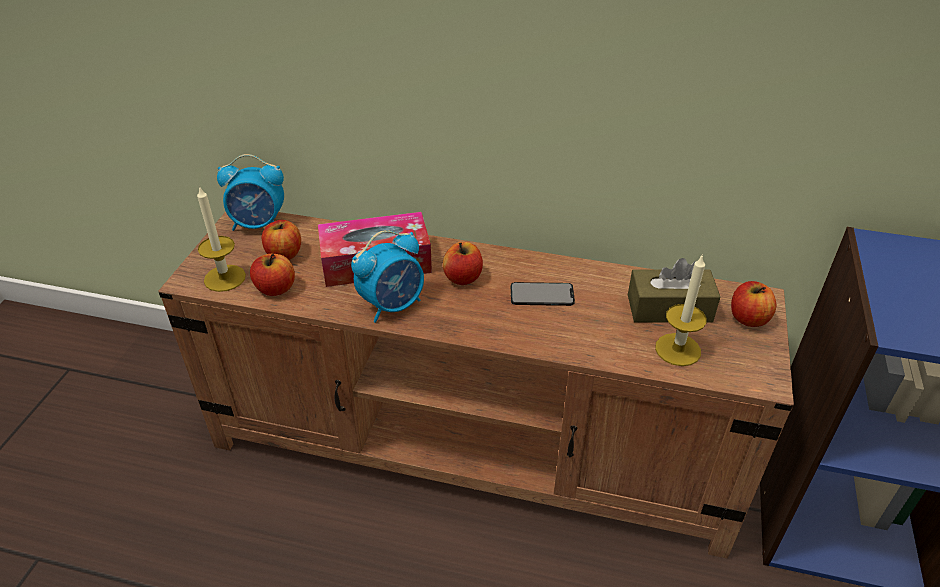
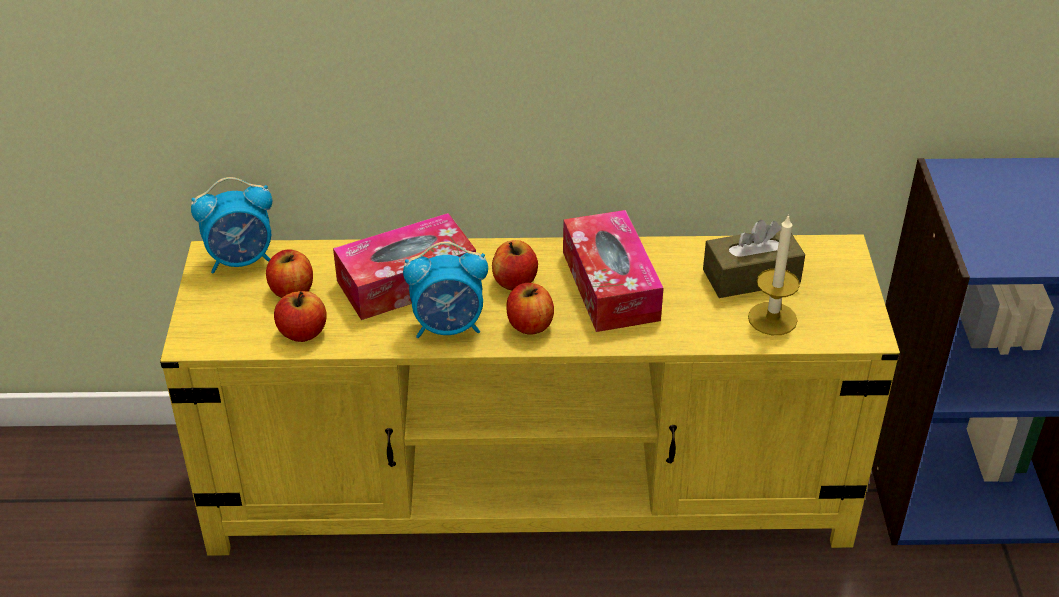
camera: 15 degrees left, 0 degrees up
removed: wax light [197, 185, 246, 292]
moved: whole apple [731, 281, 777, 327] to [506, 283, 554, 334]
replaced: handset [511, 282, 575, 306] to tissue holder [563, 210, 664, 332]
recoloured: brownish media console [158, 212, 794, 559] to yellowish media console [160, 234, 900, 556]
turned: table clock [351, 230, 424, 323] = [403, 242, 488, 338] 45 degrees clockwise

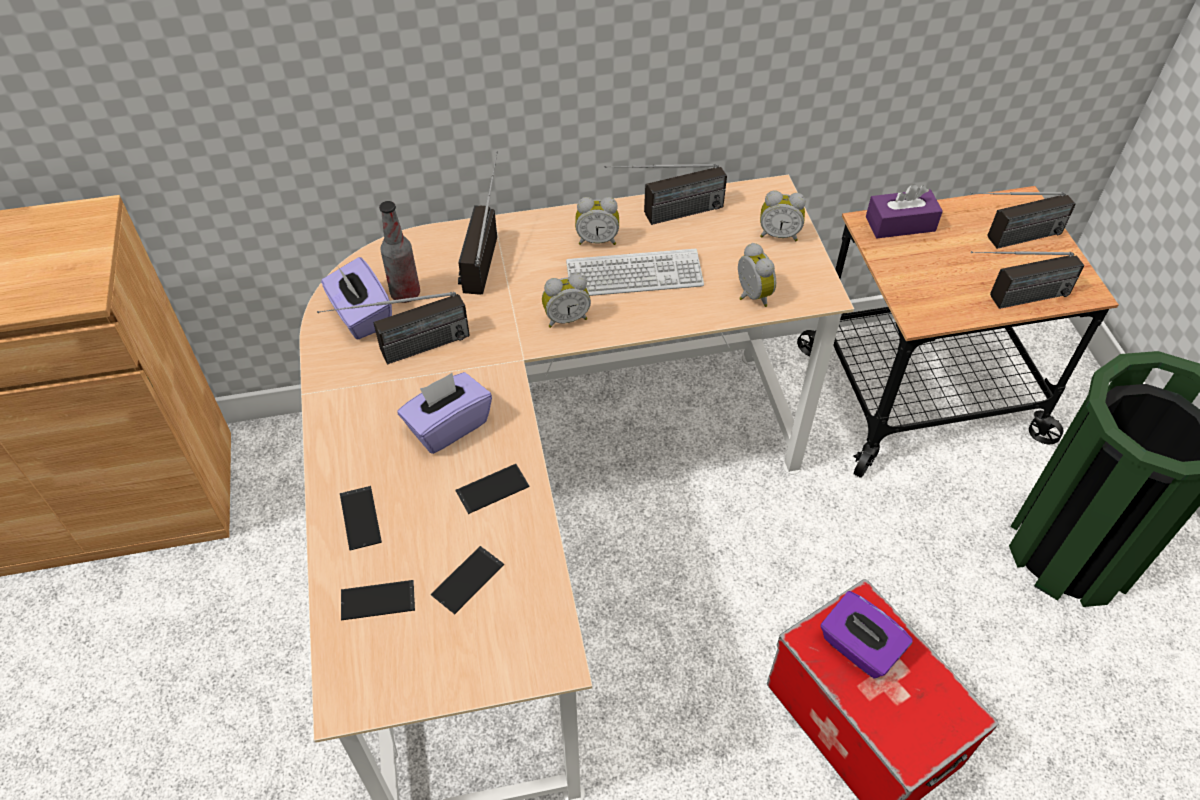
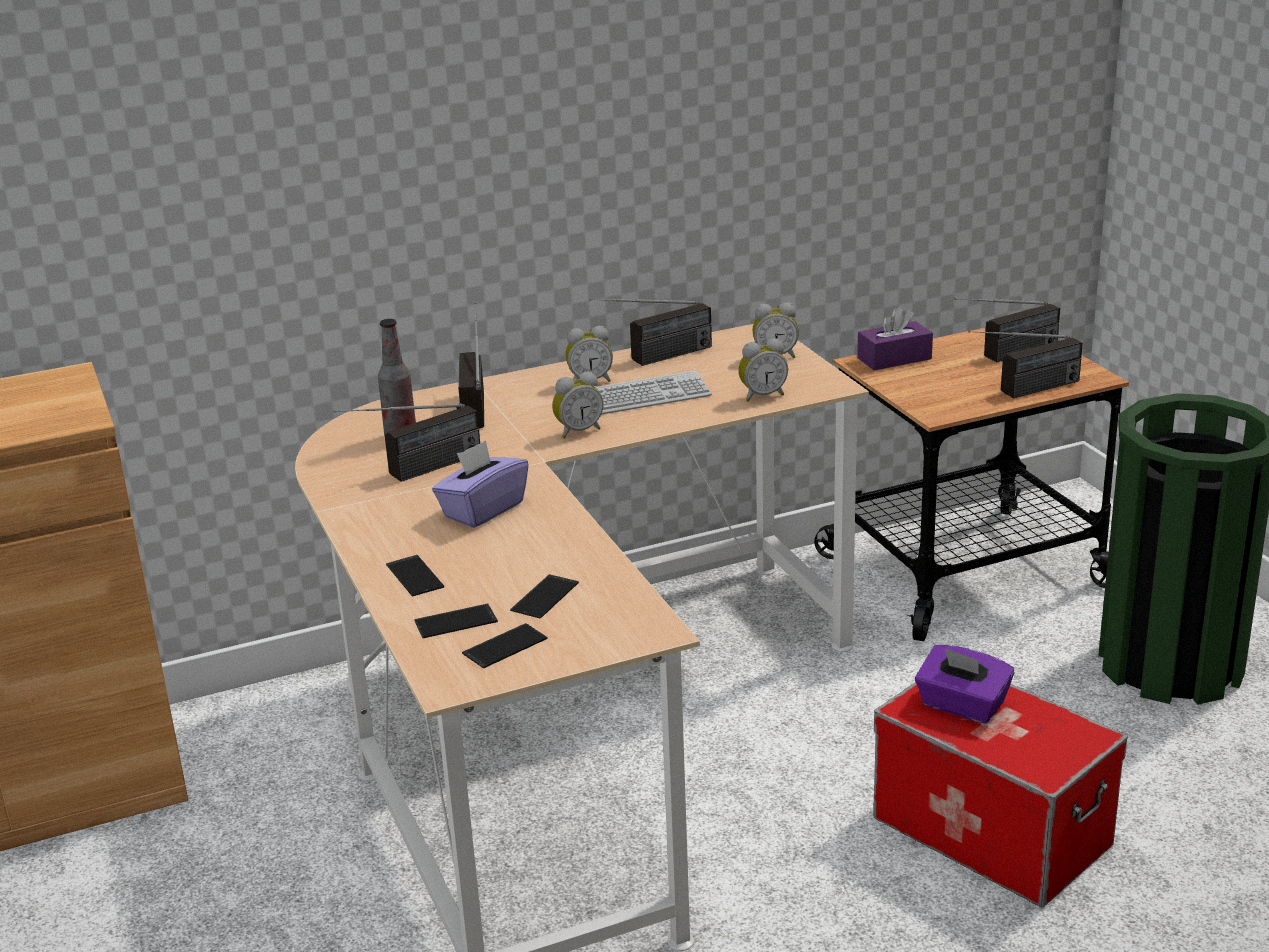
camera: 10 degrees left, 25 degrees down
removed: purple-coloured tissue holder [321, 257, 392, 340]
moved: handset [456, 464, 530, 514] to [462, 623, 548, 669]
turned: table clock [738, 243, 776, 307] = [738, 338, 788, 402] 105 degrees clockwise

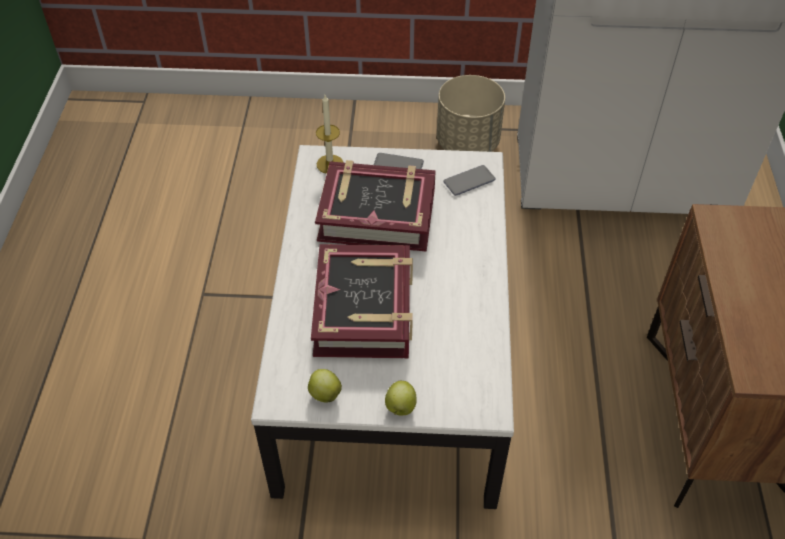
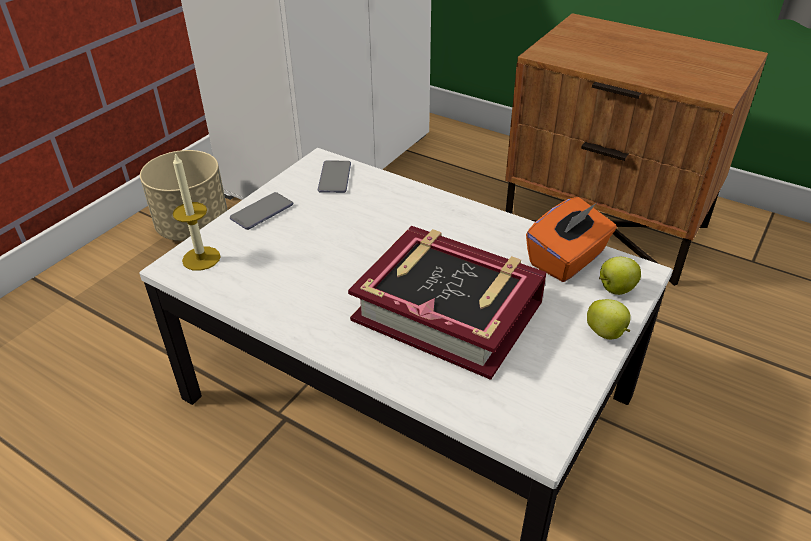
camera: 60 degrees left, 10 degrees down
removed: volume [315, 160, 436, 252]
added: orange tissue holder [526, 197, 617, 282]
moved: whole apple [308, 369, 342, 402] to [599, 257, 641, 295]

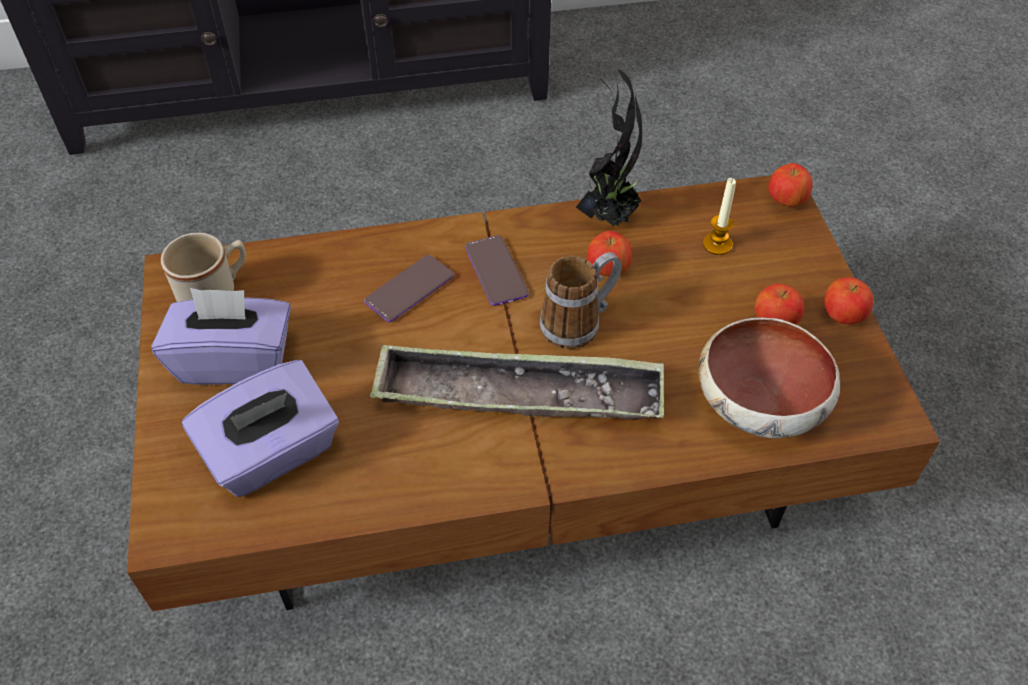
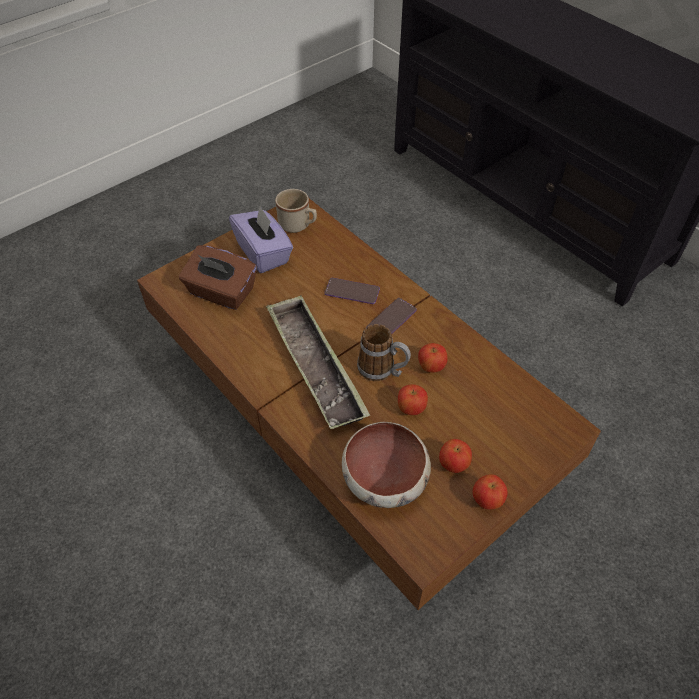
camera: 60 degrees right, 0 degrees up
removed: potted plant [576, 68, 642, 226]; wax light [703, 178, 736, 255]
moved: whole apple [768, 163, 813, 207] to [398, 384, 428, 415]
recoloured: purple-coloured tissue holder [182, 360, 339, 497] to brownish tissue holder [179, 245, 257, 310]

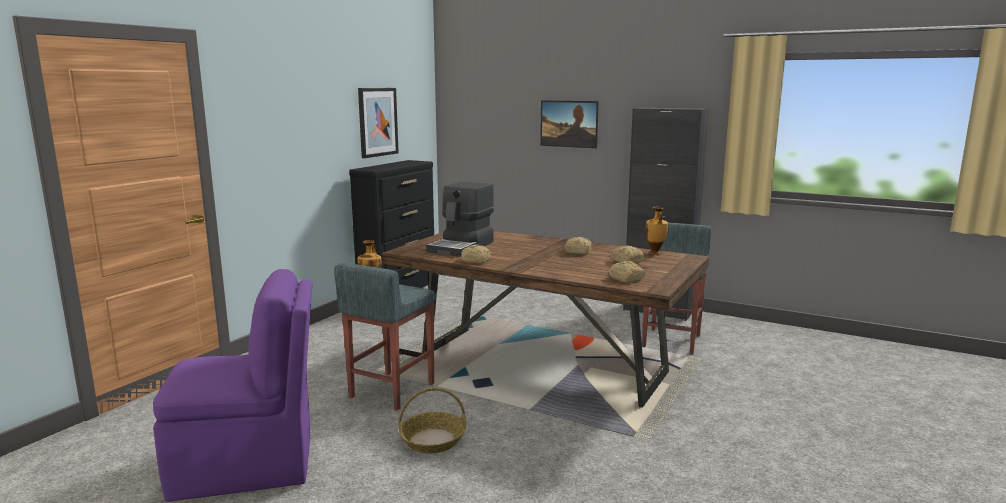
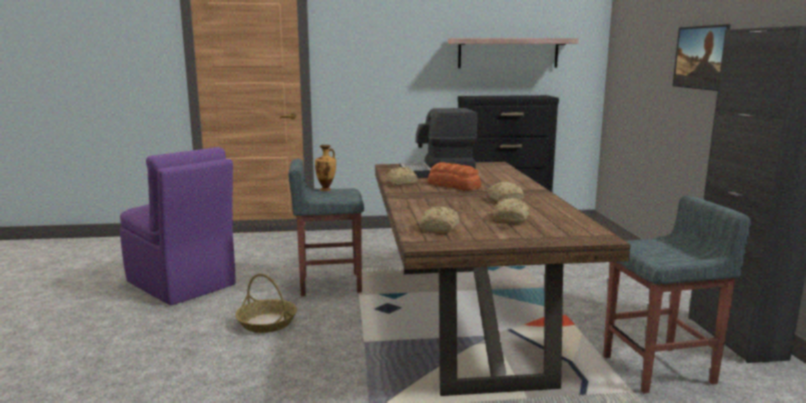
camera: 55 degrees right, 0 degrees up
removed: flower vase [646, 207, 668, 255]
added: baked bread [428, 162, 481, 190]
replaced: wall picture [358, 88, 399, 158] to wall shelf [448, 38, 579, 68]

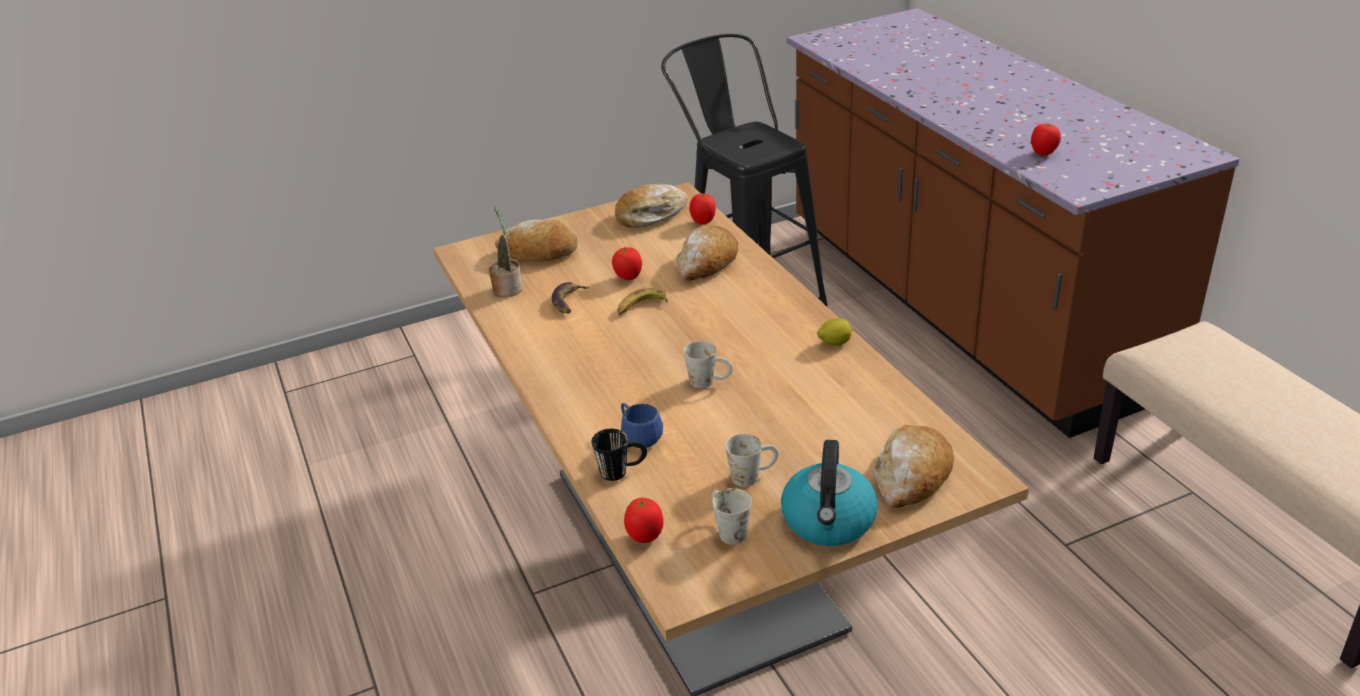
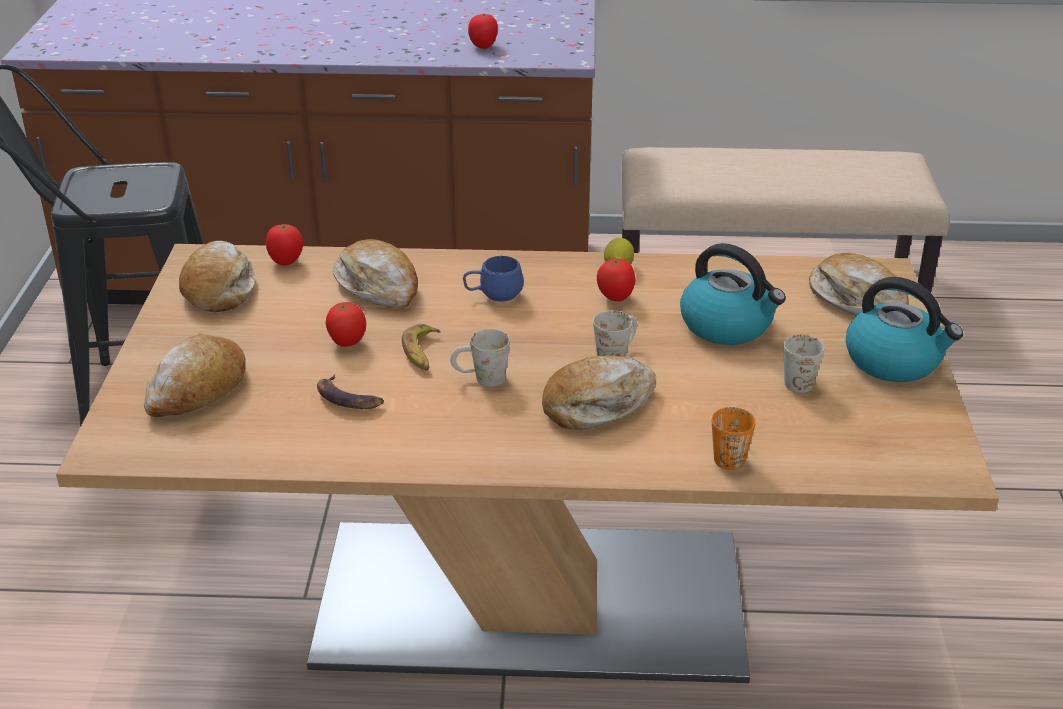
camera: 65 degrees left, 0 degrees up
removed: potted plant [489, 206, 523, 297]
added: tea kettle [680, 243, 786, 345]; baked bread [542, 355, 656, 430]
moved: bluish tea mug [621, 403, 663, 448] to [463, 256, 524, 302]; whitish tea mug [712, 488, 752, 545] to [450, 329, 510, 387]; tomato [624, 496, 663, 543] to [597, 258, 635, 301]
recoloured: blackish tea mug [592, 429, 647, 481] to orange tea mug [712, 407, 756, 470]

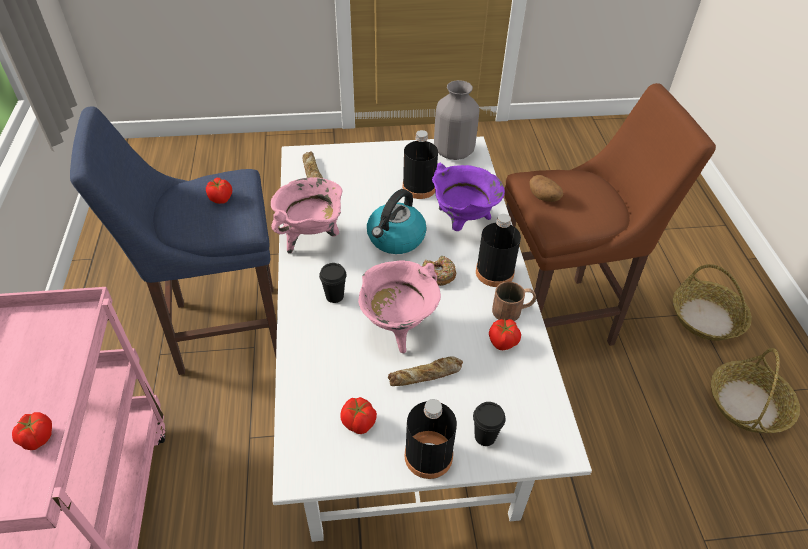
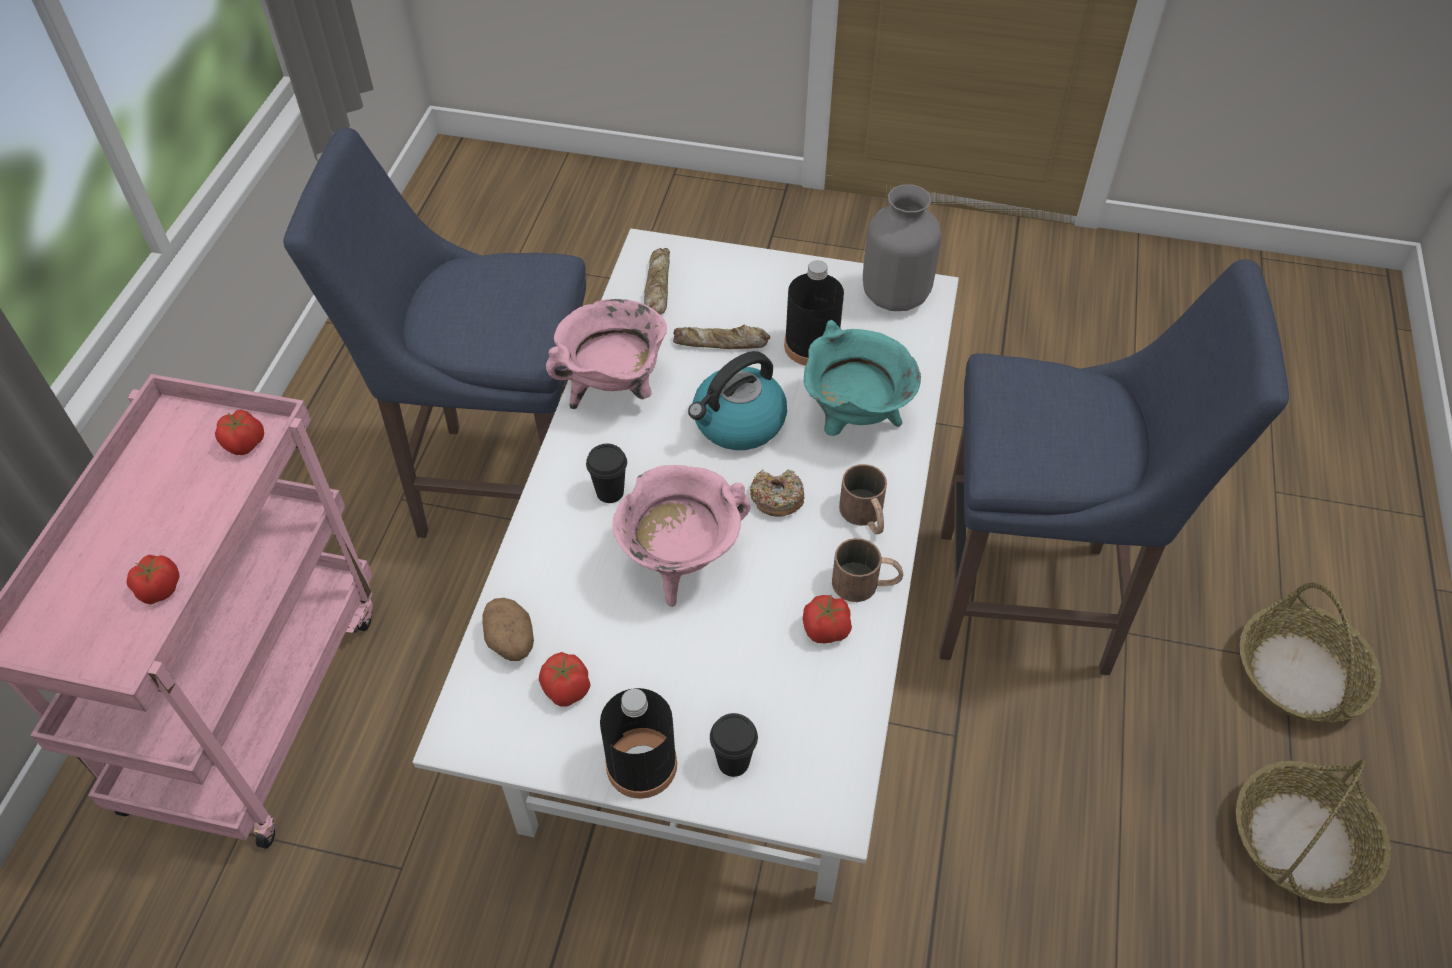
camera: 20 degrees right, 5 degrees up
moved: spud [530, 175, 563, 202] to [482, 598, 534, 661]; tomato [206, 178, 232, 204] to [215, 410, 264, 455]; baked bread [388, 356, 463, 386] to [673, 324, 770, 349]
replaced: blackish beverage bottle [476, 214, 521, 287] to brownish tea mug [839, 464, 887, 534]
recoloured: brownish stool [505, 83, 716, 346] to bluish stool [939, 259, 1289, 675]; purple-coloured stockpot [432, 163, 505, 231] to turquoise-coloured stockpot [804, 320, 921, 436]

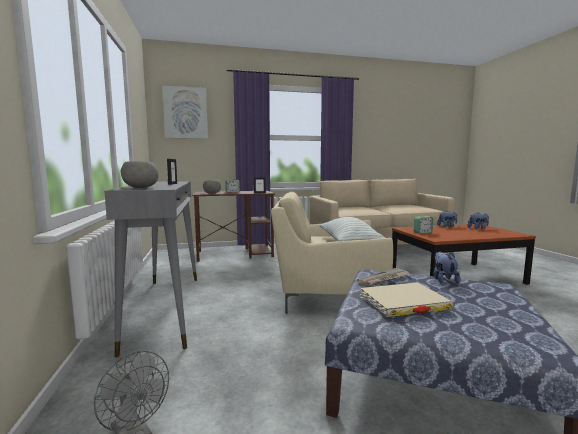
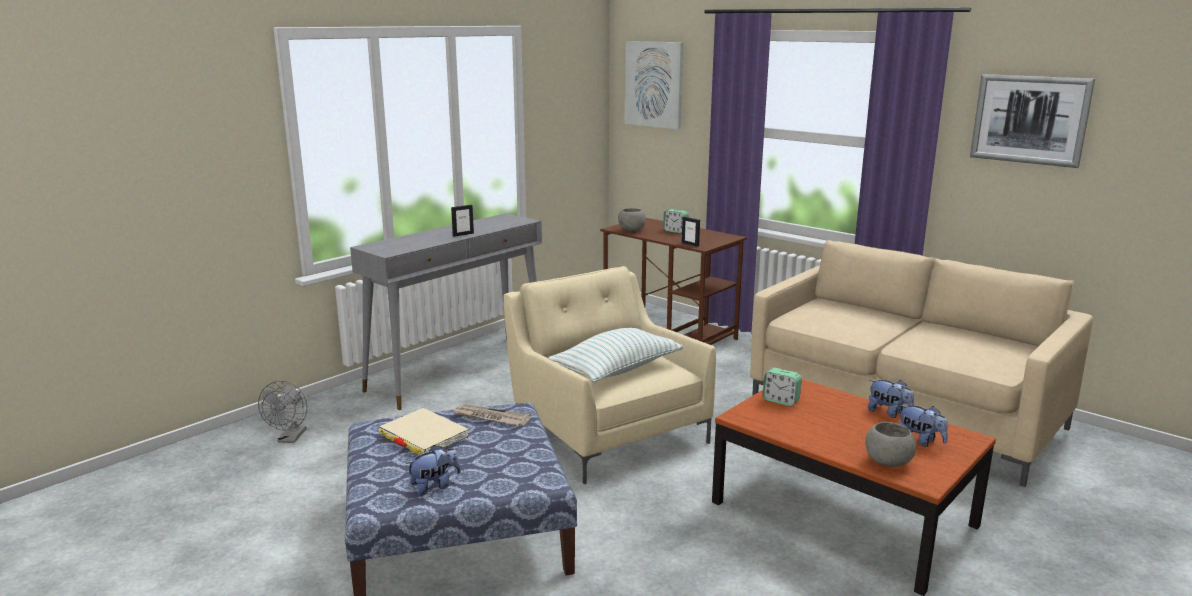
camera: 55 degrees right, 10 degrees up
added: wall picture [970, 74, 1095, 168]
moved: greyish bowl [121, 161, 158, 188] to [865, 422, 916, 467]; plush toy [434, 252, 460, 284] to [406, 445, 461, 495]

